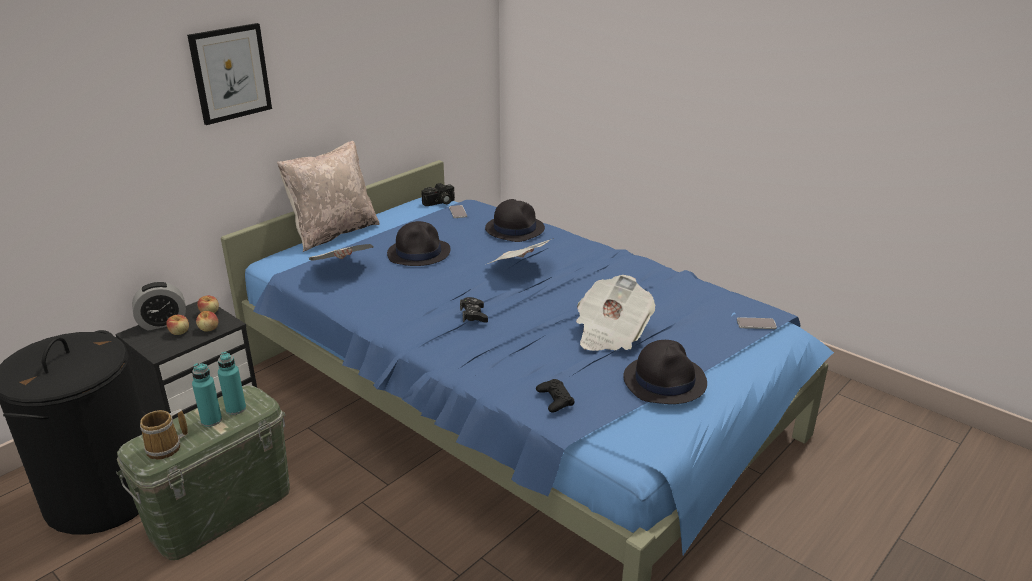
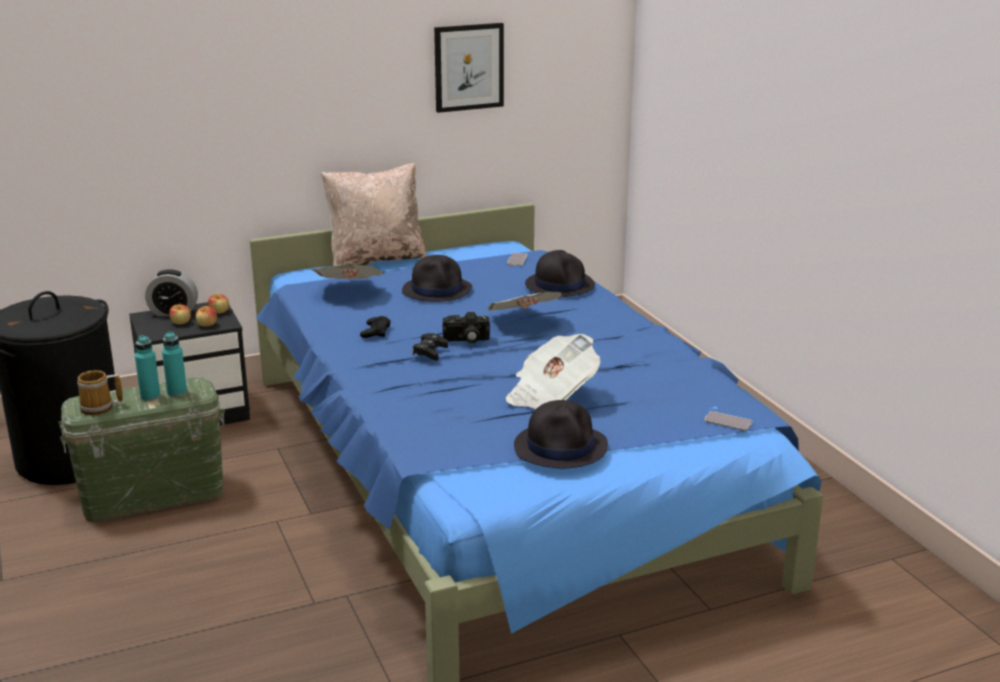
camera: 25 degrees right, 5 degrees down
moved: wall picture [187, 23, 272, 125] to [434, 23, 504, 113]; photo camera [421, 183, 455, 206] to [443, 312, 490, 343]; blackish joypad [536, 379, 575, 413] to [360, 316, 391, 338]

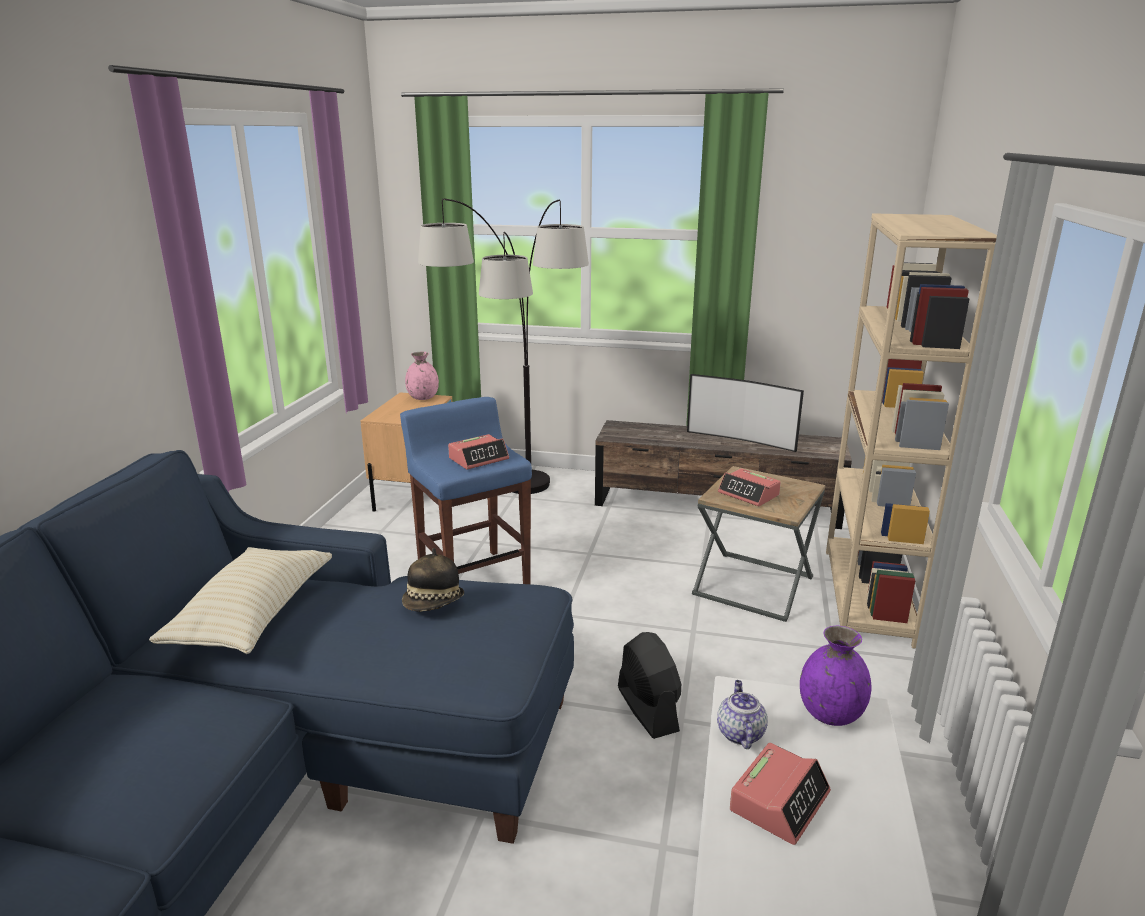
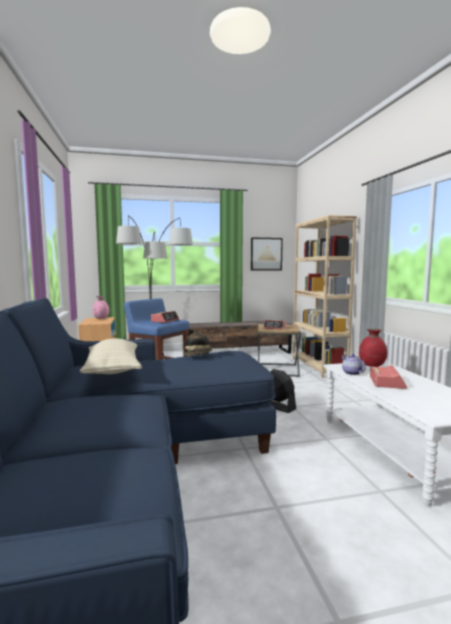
camera: 25 degrees left, 15 degrees down
removed: TV set [687, 374, 804, 452]
added: wall picture [251, 238, 283, 271]
recoloured: purple-coloured flower vase [800, 626, 872, 726] to red-coloured flower vase [359, 328, 388, 367]

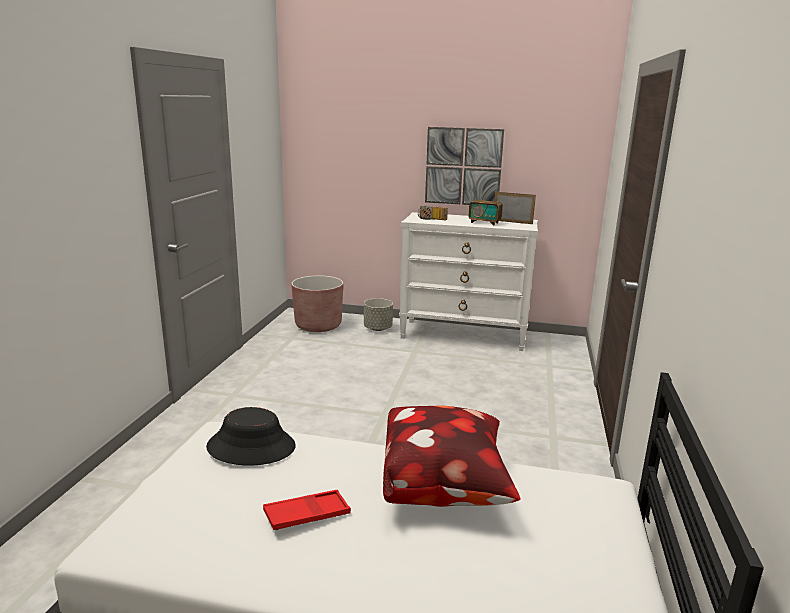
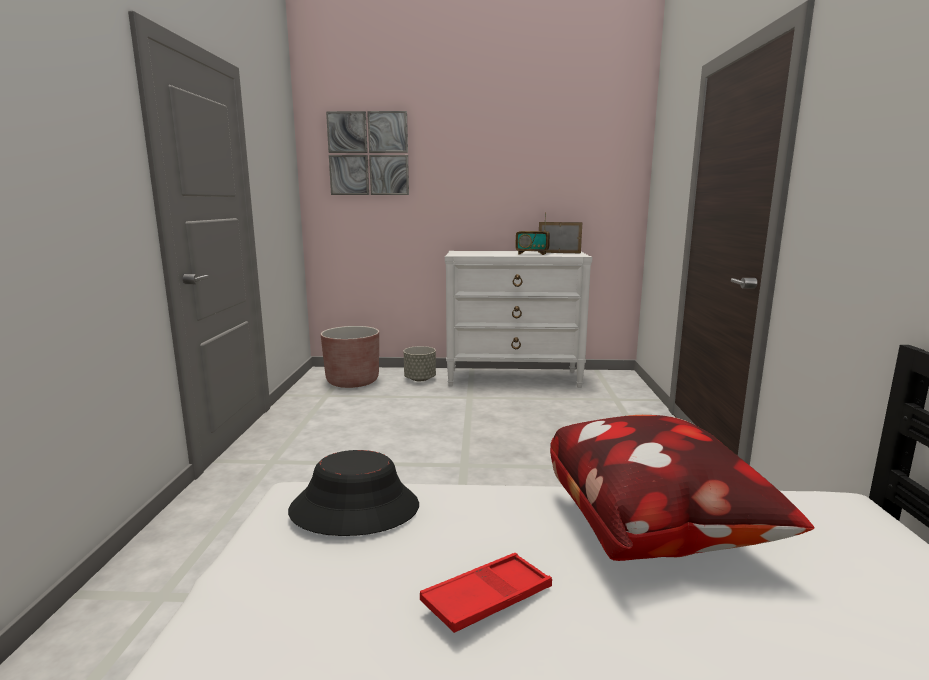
camera: 10 degrees left, 5 degrees down
removed: radio [418, 205, 448, 220]
moved: wall picture [425, 127, 504, 205] to [326, 111, 409, 195]

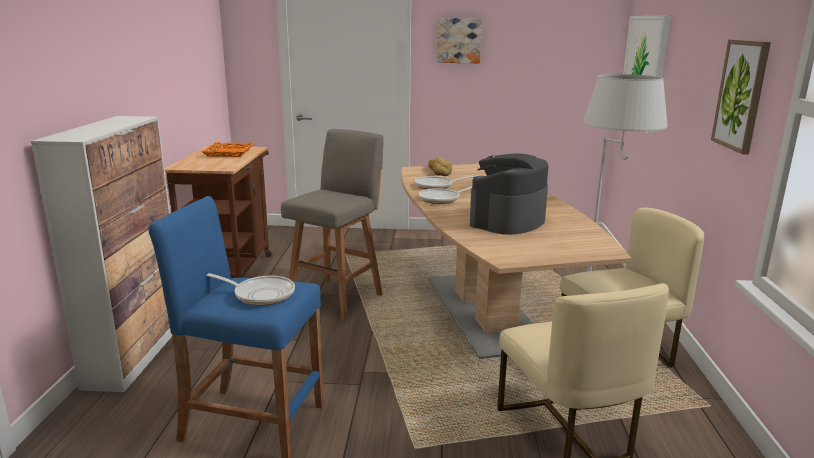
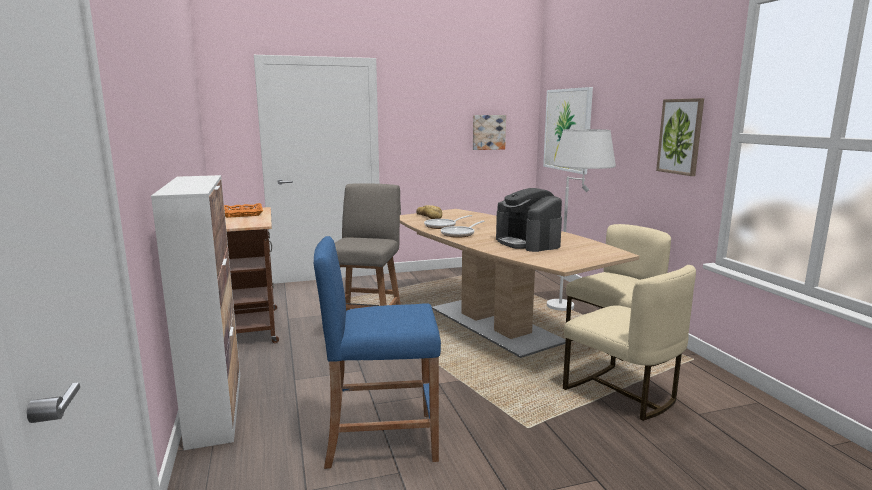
camera: 20 degrees left, 5 degrees down
removed: skillet [207, 273, 295, 305]
moved: wall picture [437, 18, 482, 63] to [473, 115, 506, 150]
turned: coffee brewer [470, 154, 549, 235] = [496, 188, 562, 252] 45 degrees counterclockwise

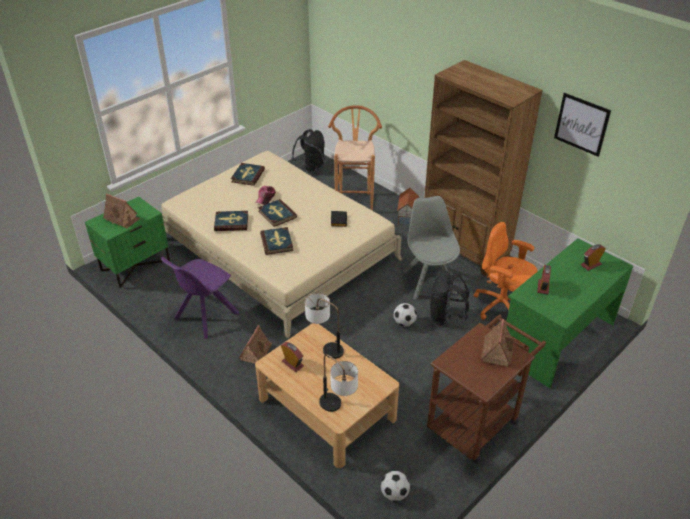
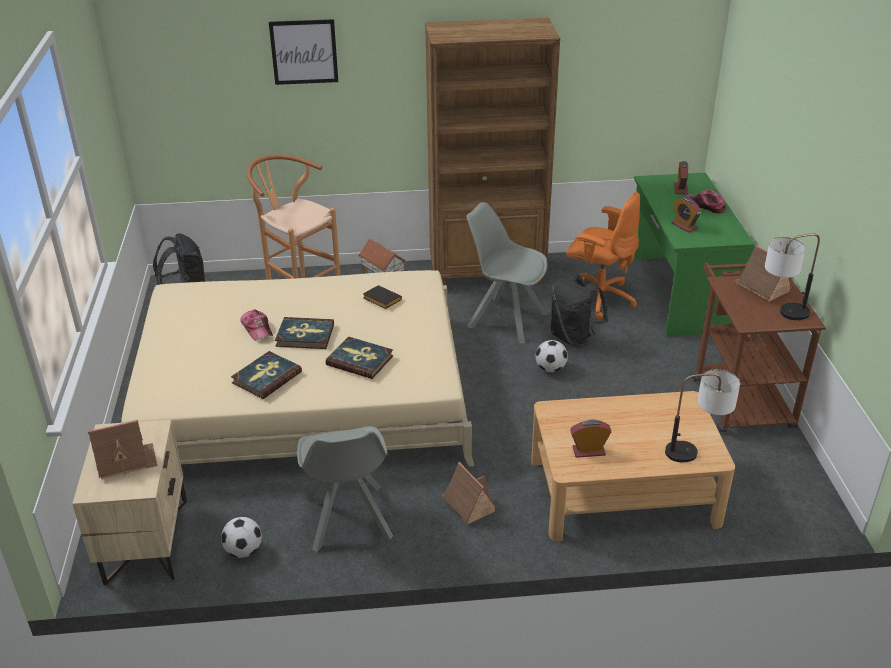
camera: 50 degrees left, 5 degrees down
removed: volume [231, 163, 265, 186]
added: baseball cap [686, 190, 726, 214]
moved: wall picture [554, 93, 611, 157] to [269, 19, 338, 85]; table lamp [305, 293, 344, 359] to [765, 233, 820, 320]; football [381, 471, 410, 502] to [221, 517, 262, 558]
recoloured: green bedside table [85, 197, 170, 288] to sand-coloured bedside table [72, 419, 187, 586]; purple-coloured chair [161, 257, 239, 339] to greyish chair [297, 426, 393, 552]
turned: orange desk chair [474, 222, 537, 320] = [567, 192, 640, 319] 135 degrees counterclockwise

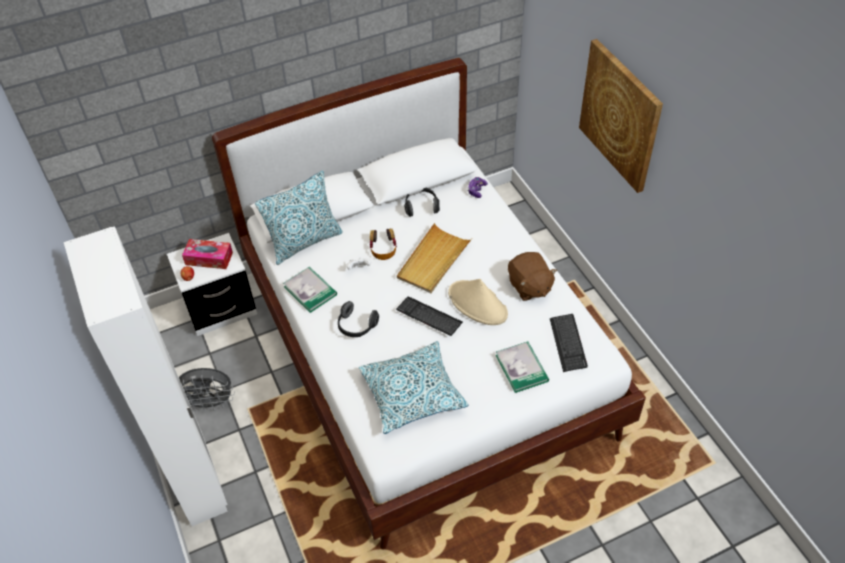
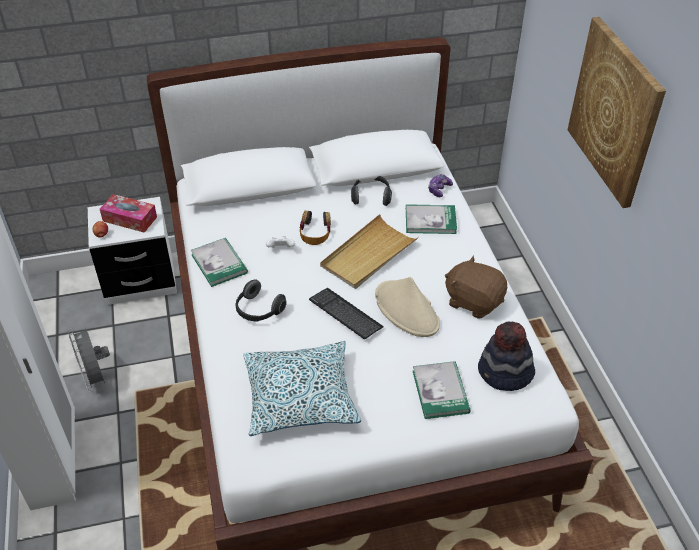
camera: 10 degrees right, 5 degrees down
removed: throw pillow [255, 170, 343, 265]
added: volume [406, 204, 457, 234]
replaced: computer keyboard [550, 314, 588, 372] to clothing hat [478, 321, 535, 391]
turned: brownish plush toy [508, 252, 557, 301] = [445, 255, 507, 319] 135 degrees clockwise; greyish cooling fan [179, 368, 235, 412] = [68, 328, 110, 392] 60 degrees clockwise

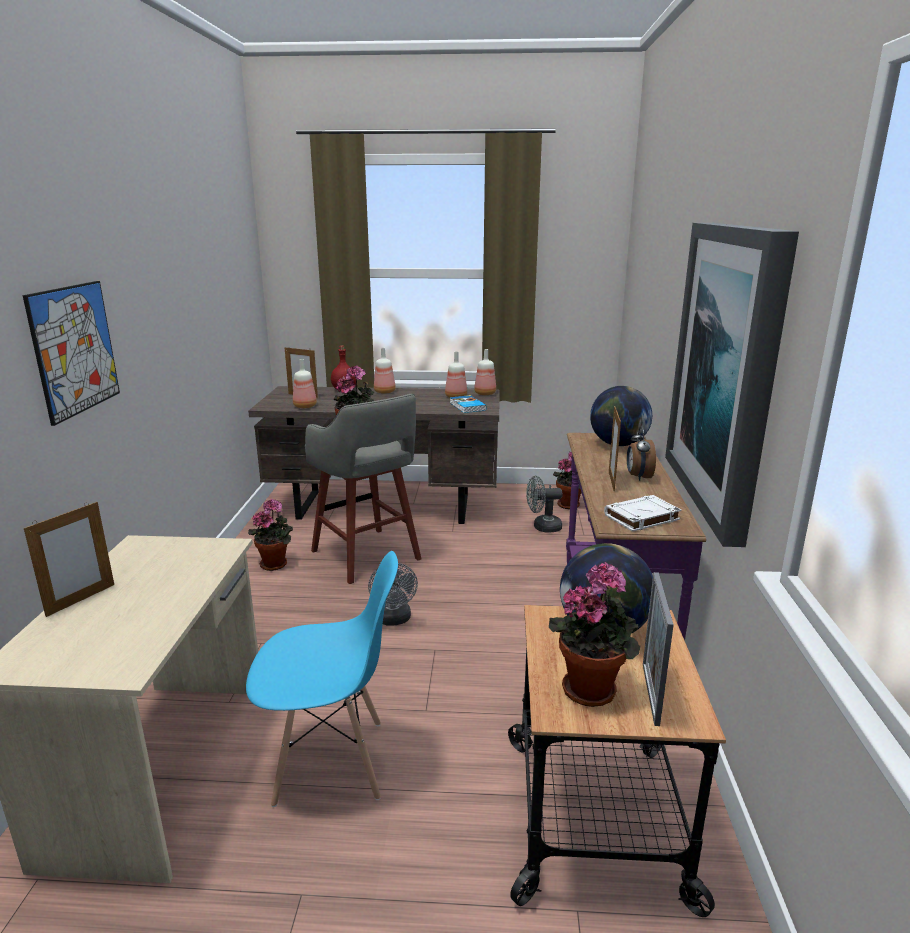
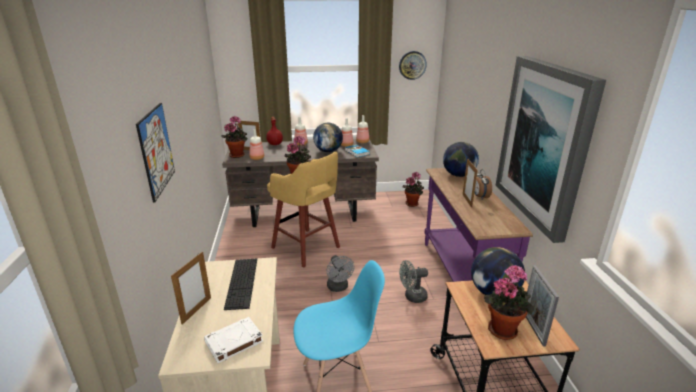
camera: 10 degrees left, 5 degrees up
added: clock on the wall [399, 51, 427, 80]; globe [313, 123, 343, 152]; computer keyboard [224, 259, 257, 310]
moved: greyish cooling fan [526, 476, 562, 532] to [399, 260, 428, 303]; whitish volume [604, 495, 681, 532] to [204, 317, 263, 363]; potted plant [248, 499, 293, 571] to [222, 116, 247, 158]
recoloured: greyish stool [305, 394, 421, 584] to yellowish stool [267, 152, 340, 268]

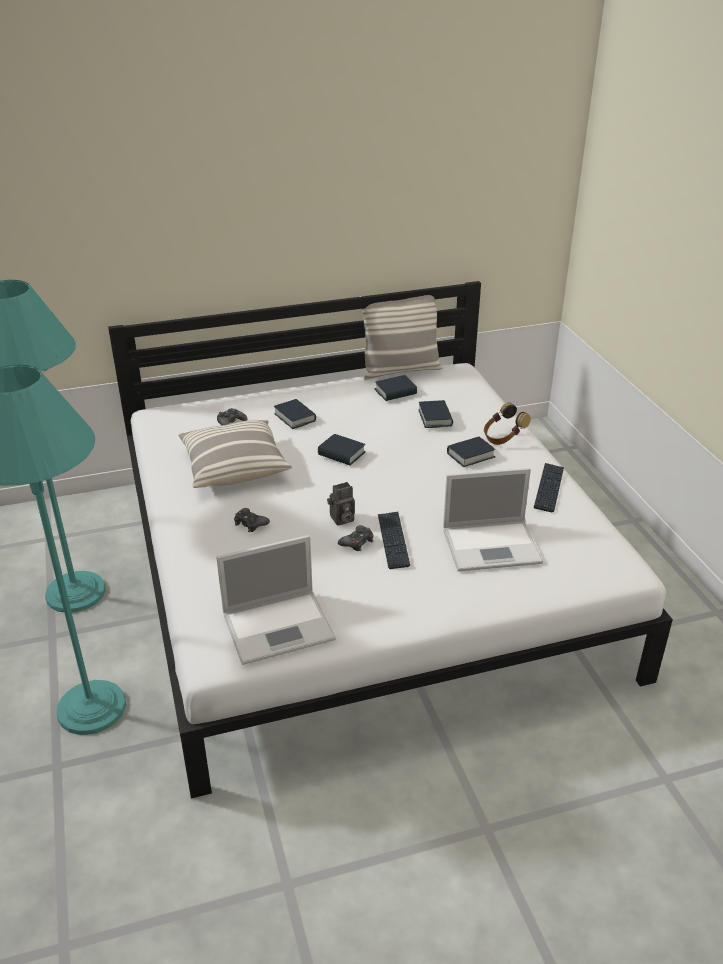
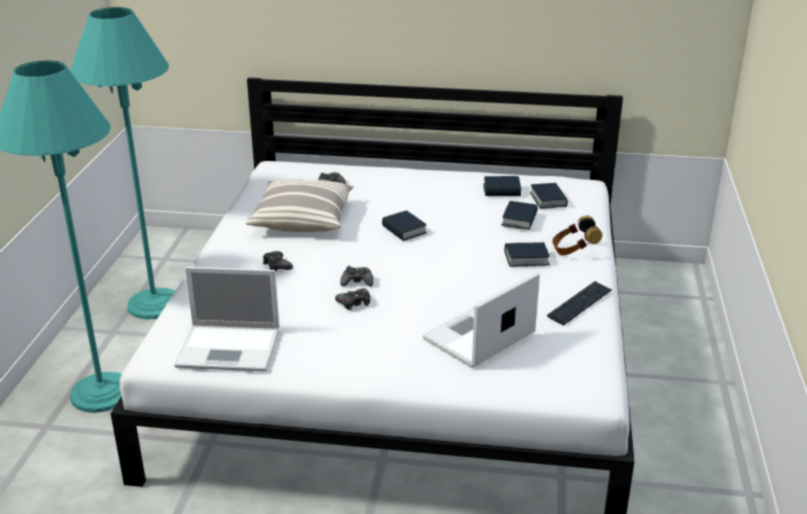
camera: 25 degrees right, 5 degrees down
removed: throw pillow [359, 295, 442, 380]; computer keyboard [378, 512, 410, 569]
moved: volume [274, 399, 316, 429] to [530, 183, 568, 209]
replaced: photo camera [327, 482, 355, 526] to blackish joypad [340, 266, 374, 287]
turned: portable computer [443, 468, 543, 572] = [423, 272, 540, 368] 120 degrees clockwise

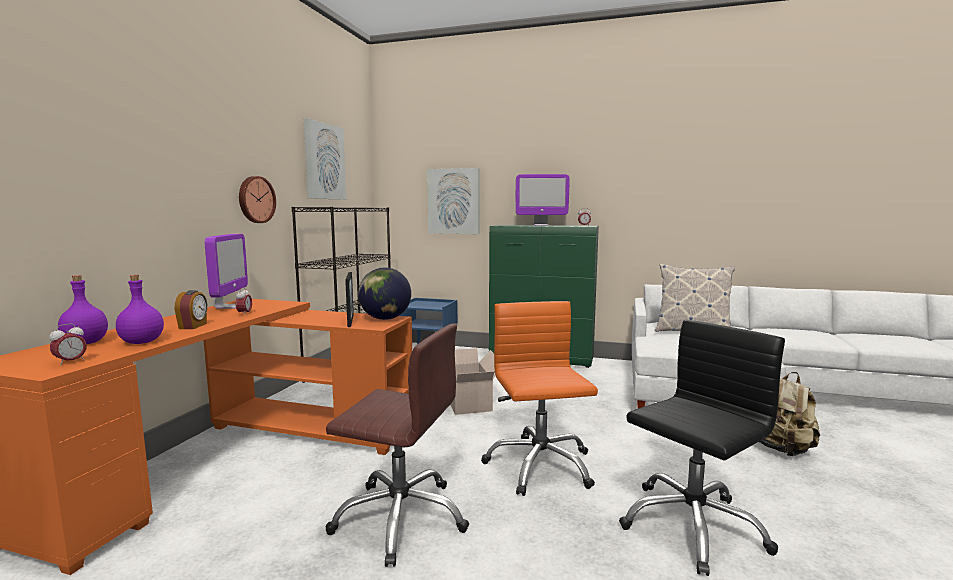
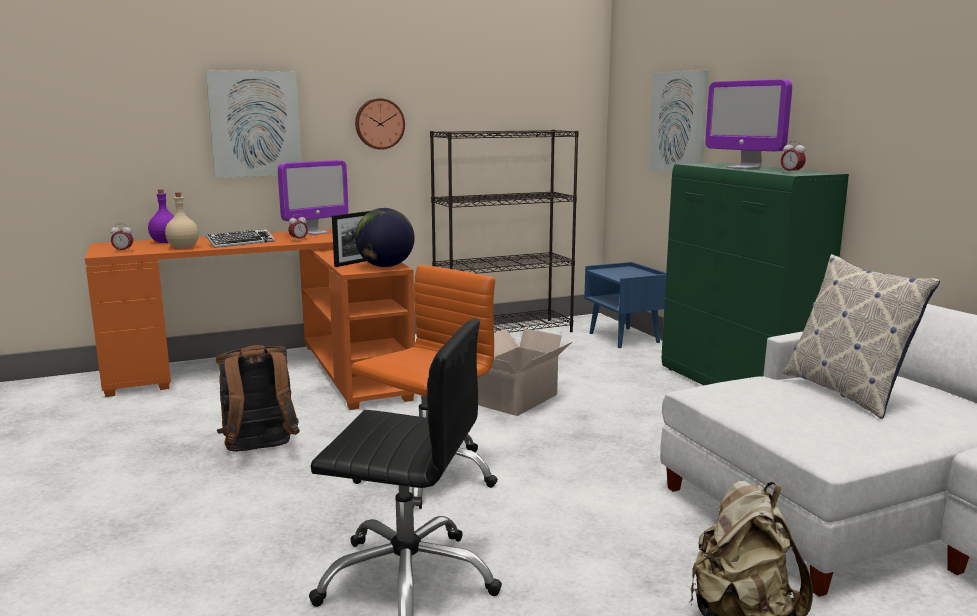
camera: 50 degrees right, 5 degrees up
moved: wall picture [304, 118, 346, 200] to [206, 70, 302, 178]
replaced: table clock [175, 290, 207, 329] to computer keyboard [206, 229, 275, 248]; brownish desk chair [326, 323, 469, 567] to brownish rucksack [216, 345, 300, 452]
recoloured: purple-coloured beverage bottle [116, 275, 164, 344] to sand-coloured beverage bottle [165, 192, 199, 248]

